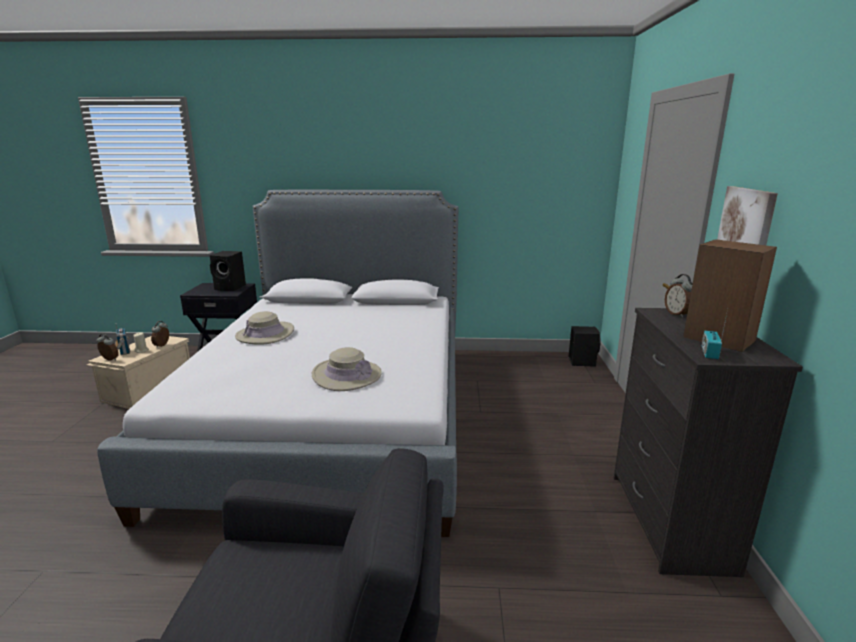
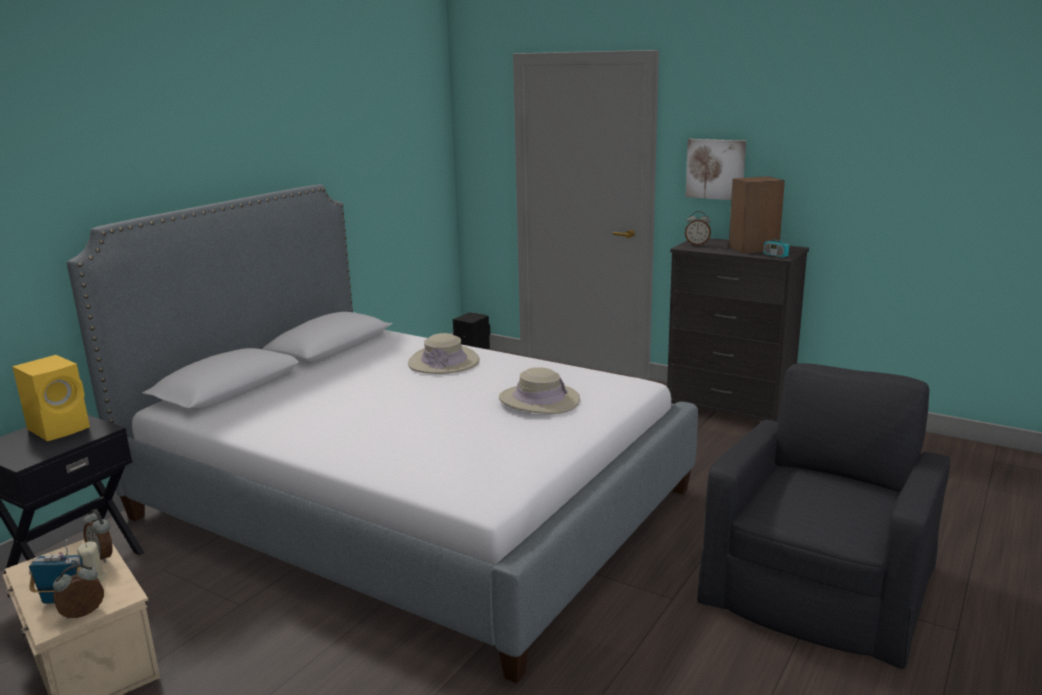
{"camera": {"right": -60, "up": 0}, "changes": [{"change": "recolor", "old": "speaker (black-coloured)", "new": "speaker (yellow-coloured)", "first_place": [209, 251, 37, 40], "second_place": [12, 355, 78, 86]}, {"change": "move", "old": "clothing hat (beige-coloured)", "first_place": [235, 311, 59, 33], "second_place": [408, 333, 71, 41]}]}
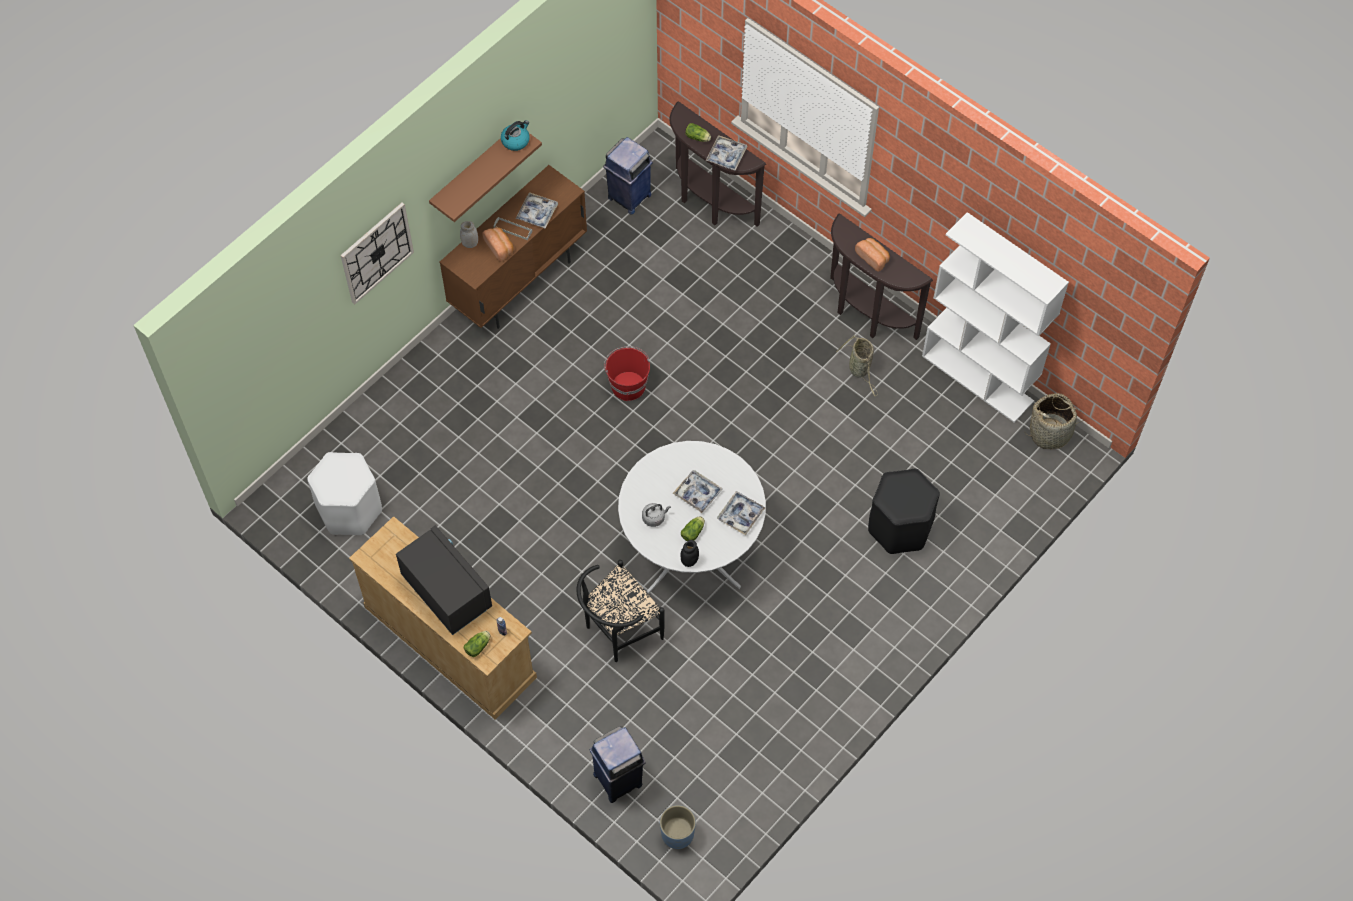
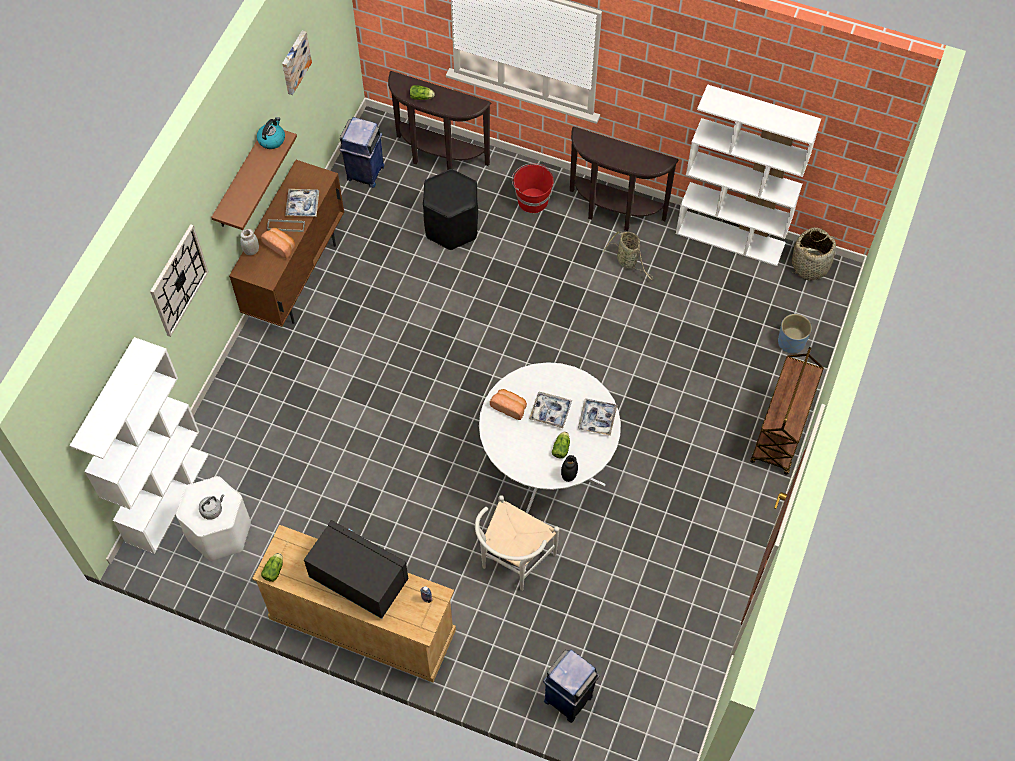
{"camera": {"right": -20, "up": 0}, "changes": [{"change": "move", "old": "lettuce head", "first_place": [464, 631, 27, 26], "second_place": [261, 553, 22, 29]}, {"change": "recolor", "old": "upright chair (black-coloured)", "new": "upright chair (white)", "first_place": [576, 560, 88, 102], "second_place": [475, 495, 84, 96]}, {"change": "move", "old": "bucket (reddish)", "first_place": [604, 346, 46, 55], "second_place": [512, 163, 42, 50]}, {"change": "move", "old": "kettle (grey)", "first_place": [642, 503, 29, 24], "second_place": [199, 494, 25, 26]}, {"change": "move", "old": "flower pot (blue)", "first_place": [660, 805, 36, 45], "second_place": [778, 314, 34, 39]}, {"change": "delete", "old": "carrying tray", "first_place": [706, 135, 41, 36]}, {"change": "move", "old": "bakery bread", "first_place": [855, 238, 35, 34], "second_place": [490, 389, 37, 31]}, {"change": "move", "old": "stool (black-coloured)", "first_place": [868, 469, 72, 85], "second_place": [423, 169, 55, 81]}, {"change": "insert", "new": "shelving unit (white)", "second_place": [69, 337, 140, 217]}, {"change": "insert", "new": "wall art", "second_place": [282, 31, 30, 64]}, {"change": "insert", "new": "trolley (brown-coloured)", "second_place": [750, 347, 74, 128]}]}
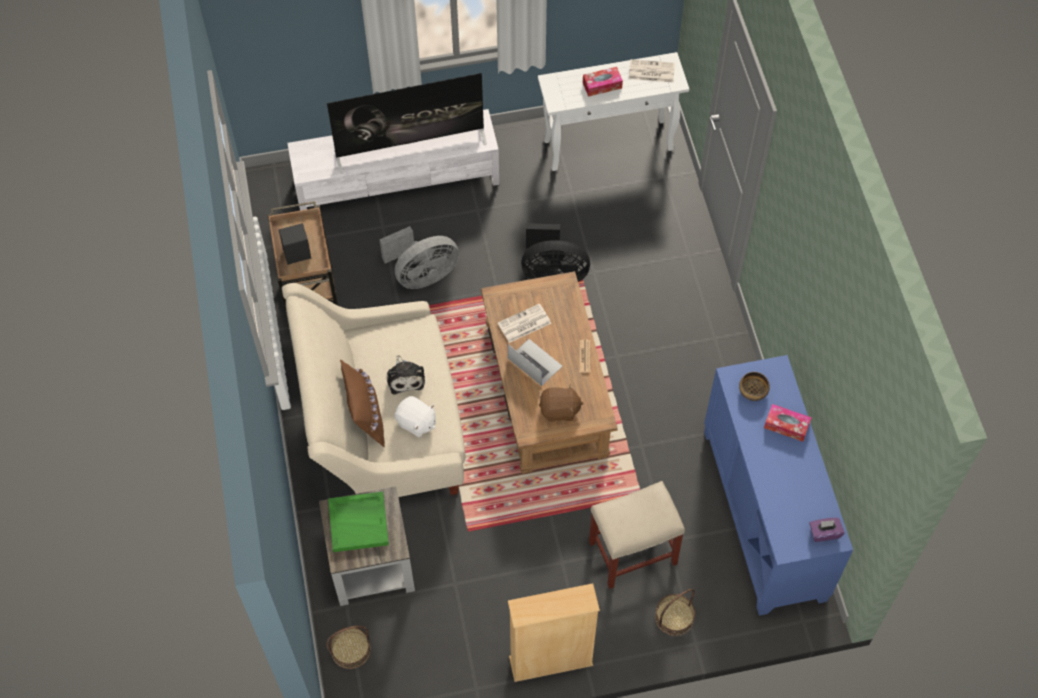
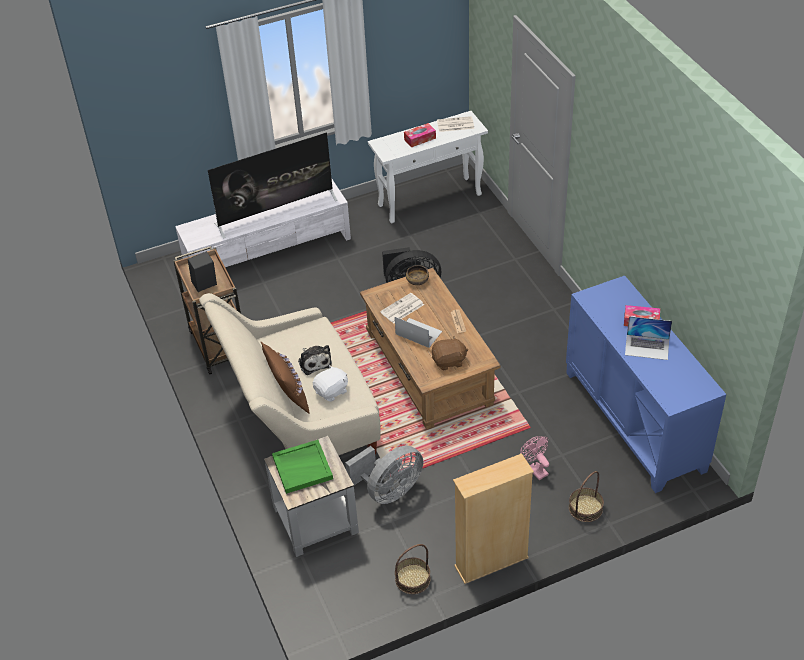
{"camera": {"right": -10, "up": -15}, "changes": [{"change": "move", "old": "household basket", "first_place": [327, 625, 44, 44], "second_place": [395, 544, 36, 50]}, {"change": "move", "old": "fan (grey)", "first_place": [379, 226, 80, 63], "second_place": [345, 445, 78, 59]}, {"change": "rotate", "old": "soft toy (white)", "first_place": [394, 396, 42, 41], "second_place": [313, 364, 35, 38], "degrees": -60}, {"change": "replace", "old": "stool (beige-coloured)", "new": "fan (pinkish)", "first_place": [589, 481, 96, 108], "second_place": [520, 436, 29, 44]}, {"change": "move", "old": "deep dish", "first_place": [739, 372, 31, 29], "second_place": [406, 265, 23, 20]}, {"change": "delete", "old": "box of tissues (purplish)", "first_place": [809, 518, 36, 24]}, {"change": "insert", "new": "laptop", "second_place": [625, 316, 47, 44]}]}
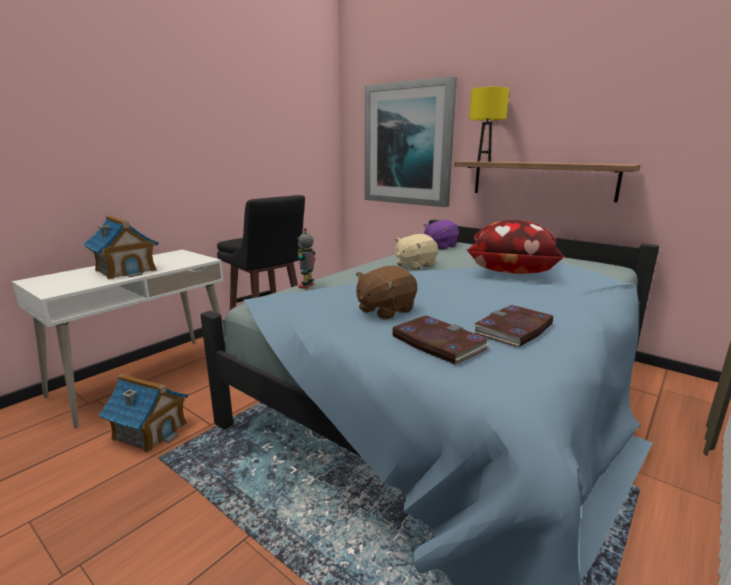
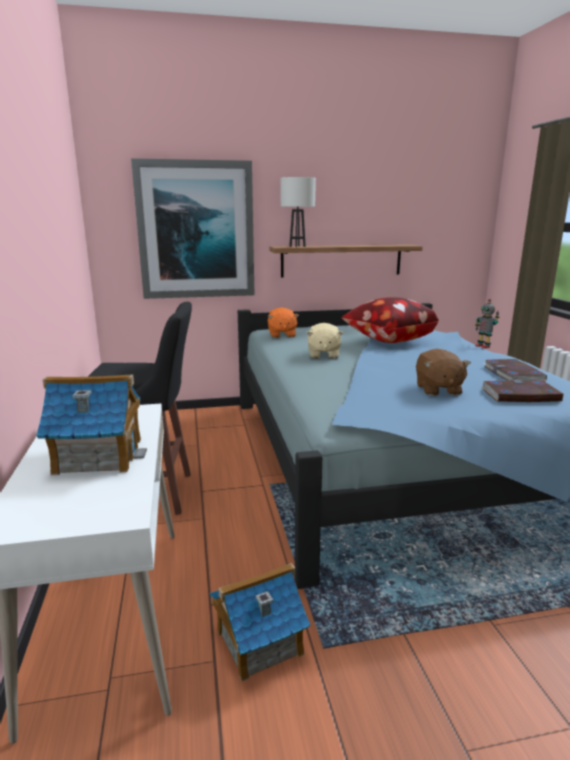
{"camera": {"right": -50, "up": 0}, "changes": [{"change": "move", "old": "model robot", "first_place": [297, 228, 18, 61], "second_place": [475, 299, 24, 49]}, {"change": "recolor", "old": "soft toy (purplish)", "new": "soft toy (orange)", "first_place": [424, 220, 35, 30], "second_place": [268, 307, 31, 31]}, {"change": "recolor", "old": "tabletop lamp (yellow-coloured)", "new": "tabletop lamp (white)", "first_place": [469, 87, 40, 75], "second_place": [280, 177, 36, 70]}]}
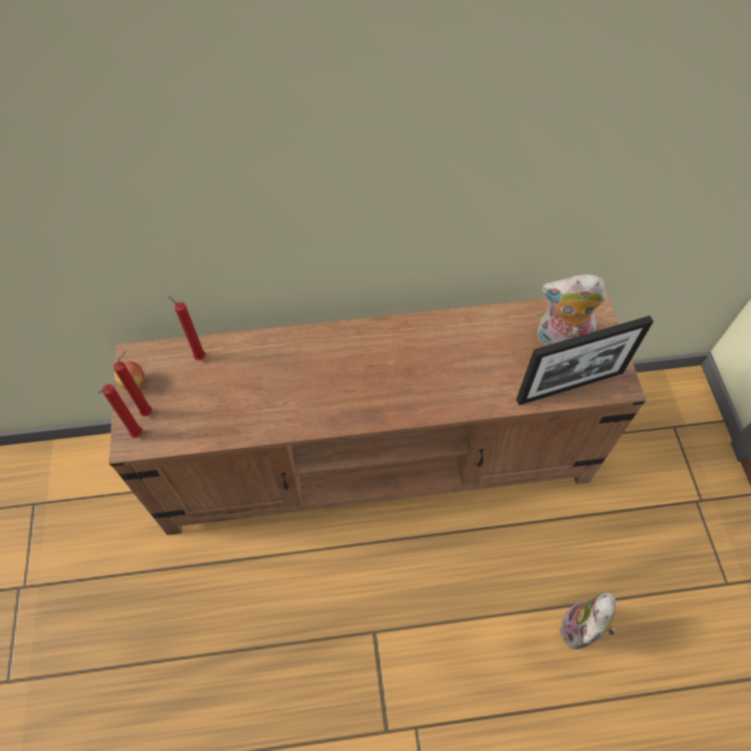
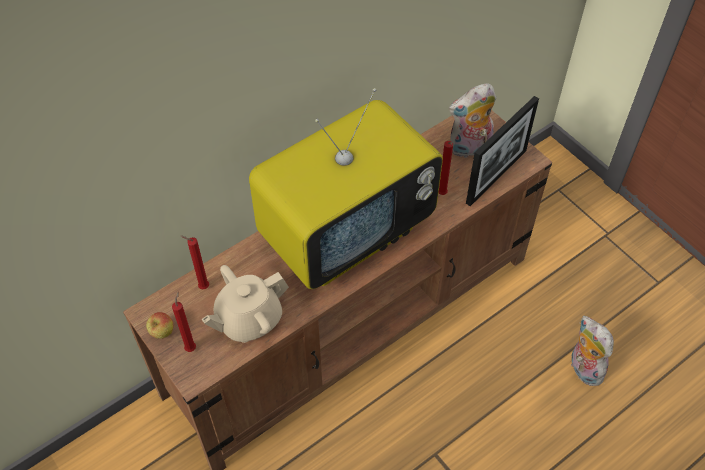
{"camera": {"right": -30, "up": -5}, "changes": [{"change": "move", "old": "candle (reddish)", "first_place": [97, 384, 46, 54], "second_place": [439, 141, 14, 54]}, {"change": "rotate", "old": "soft toy", "first_place": [559, 593, 57, 56], "second_place": [571, 316, 43, 70], "degrees": 150}, {"change": "insert", "new": "teapot (beige-coloured)", "second_place": [201, 265, 88, 78]}, {"change": "insert", "new": "television", "second_place": [249, 88, 194, 201]}]}
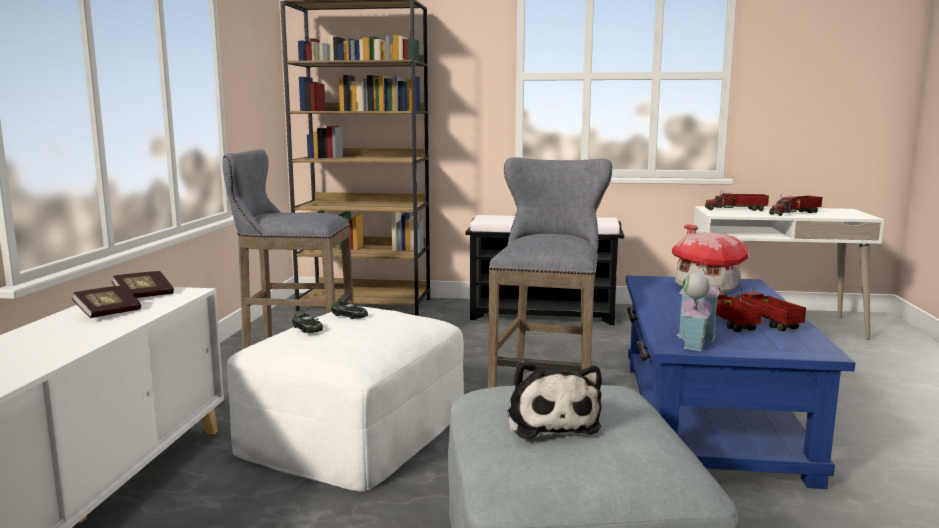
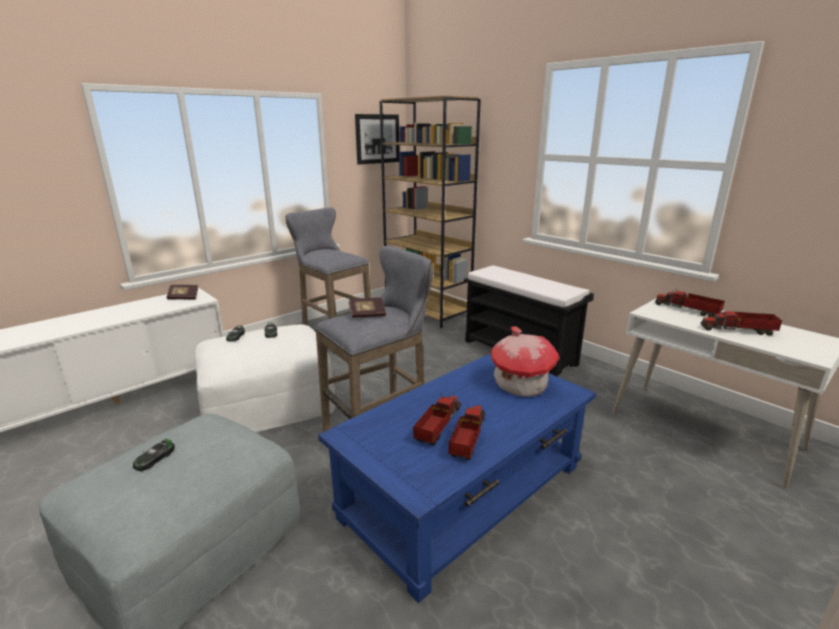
{"camera": {"right": 40, "up": 10}, "changes": [{"change": "move", "old": "bound book", "first_place": [72, 285, 70, 33], "second_place": [349, 298, 37, 20]}, {"change": "replace", "old": "soft toy", "new": "toy car", "first_place": [507, 361, 95, 78], "second_place": [133, 439, 42, 32]}, {"change": "delete", "old": "miniature house", "first_place": [677, 260, 43, 92]}, {"change": "insert", "new": "wall art", "second_place": [355, 114, 44, 51]}]}
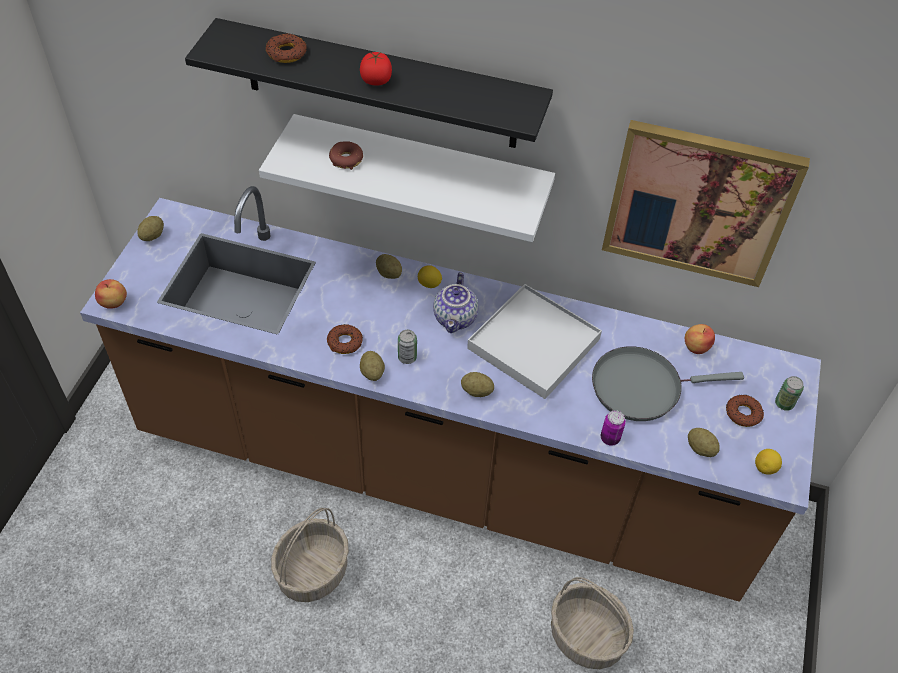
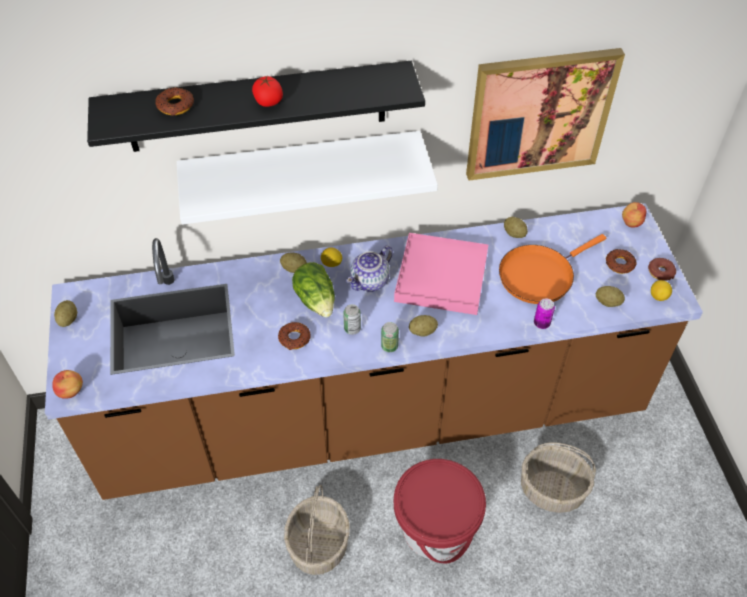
{"camera": {"right": -25, "up": 0}, "changes": [{"change": "move", "old": "ring doughnut", "first_place": [329, 141, 34, 29], "second_place": [648, 258, 28, 23]}, {"change": "move", "old": "potato", "first_place": [360, 351, 25, 30], "second_place": [504, 217, 24, 21]}, {"change": "rotate", "old": "teapot", "first_place": [433, 272, 45, 61], "second_place": [346, 246, 47, 46], "degrees": 60}, {"change": "recolor", "old": "carrying tray (white)", "new": "carrying tray (pinkish)", "first_place": [467, 284, 135, 115], "second_place": [394, 233, 94, 82]}, {"change": "recolor", "old": "frying pan (grey)", "new": "frying pan (orange)", "first_place": [592, 346, 152, 75], "second_place": [499, 234, 107, 70]}, {"change": "move", "old": "whole apple", "first_place": [685, 324, 30, 30], "second_place": [622, 202, 24, 26]}, {"change": "move", "old": "sealed can", "first_place": [775, 376, 29, 35], "second_place": [381, 322, 18, 30]}, {"change": "insert", "new": "lettuce head", "second_place": [292, 262, 43, 56]}, {"change": "insert", "new": "bucket (reddish)", "second_place": [394, 459, 92, 104]}]}
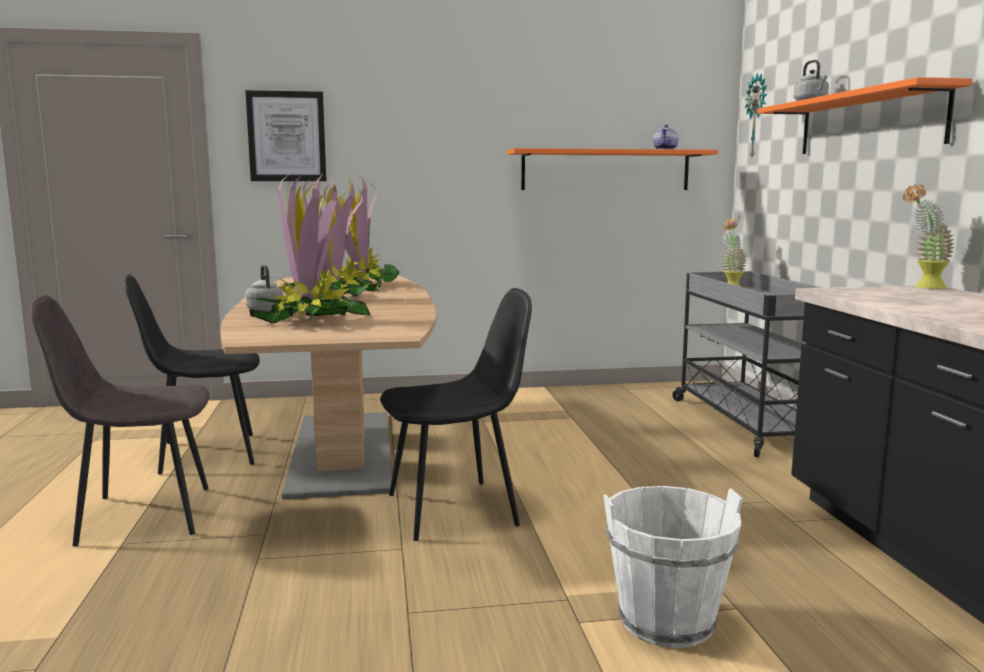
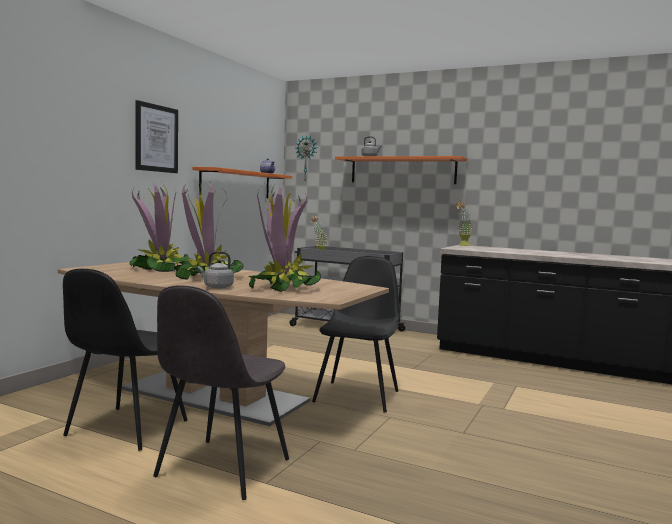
{"camera": {"right": -55, "up": -5}, "changes": [{"change": "move", "old": "wall art", "first_place": [245, 90, 82, 91], "second_place": [136, 100, 42, 73]}, {"change": "delete", "old": "bucket (white)", "first_place": [603, 486, 140, 162]}]}
